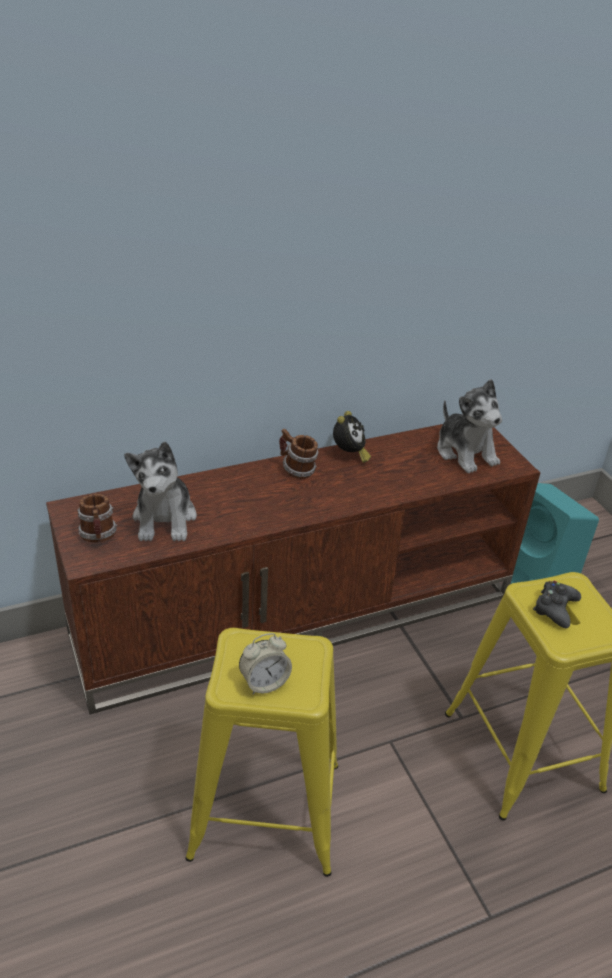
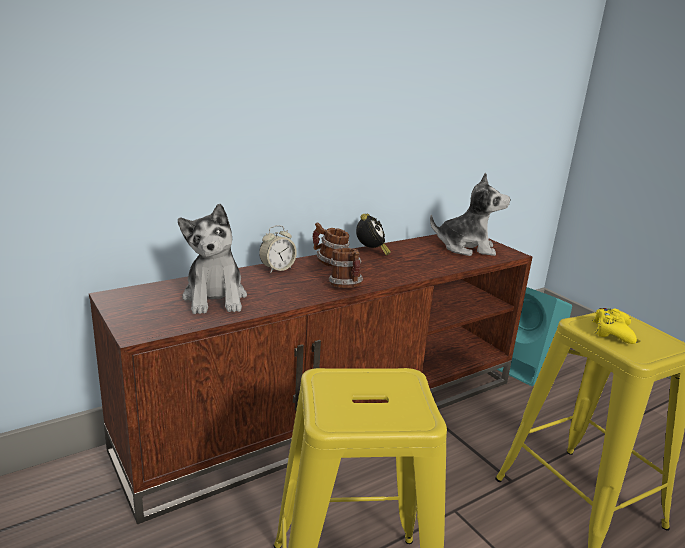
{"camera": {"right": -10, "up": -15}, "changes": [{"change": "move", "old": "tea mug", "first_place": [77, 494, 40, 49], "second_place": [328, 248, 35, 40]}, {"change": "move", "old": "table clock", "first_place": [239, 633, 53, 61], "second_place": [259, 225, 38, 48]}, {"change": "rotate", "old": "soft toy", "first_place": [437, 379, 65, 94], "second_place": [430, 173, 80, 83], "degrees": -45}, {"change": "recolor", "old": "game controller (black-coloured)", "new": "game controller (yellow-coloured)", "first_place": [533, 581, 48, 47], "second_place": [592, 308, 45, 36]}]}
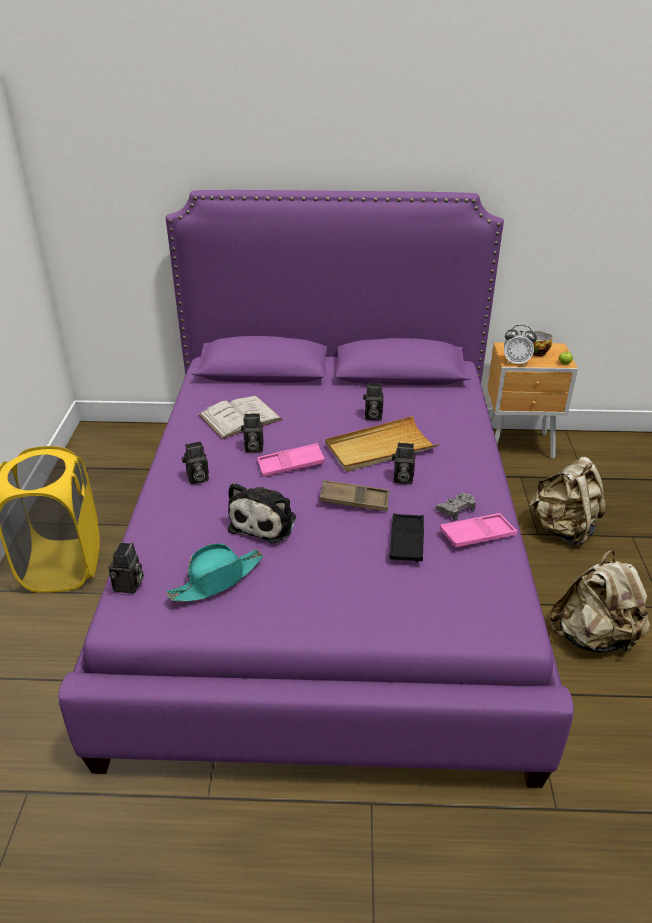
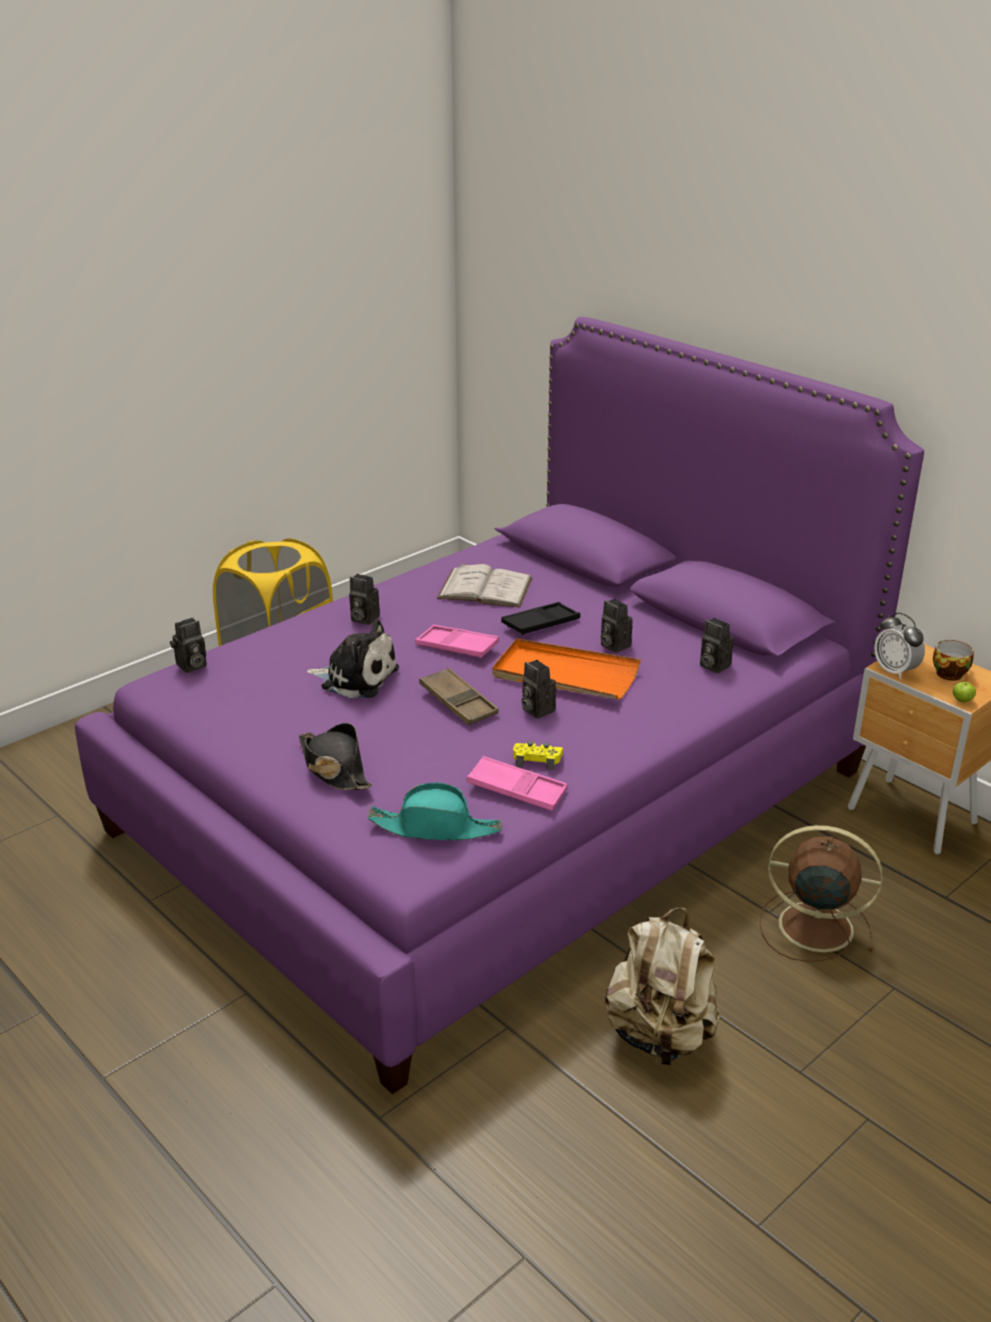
{"camera": {"right": 45, "up": -5}, "changes": [{"change": "move", "old": "clothing hat (blue-green)", "first_place": [166, 543, 97, 59], "second_place": [368, 783, 134, 57]}, {"change": "rotate", "old": "soft toy", "first_place": [228, 483, 68, 61], "second_place": [307, 620, 92, 78], "degrees": -135}, {"change": "move", "old": "photo camera", "first_place": [241, 413, 23, 39], "second_place": [700, 618, 34, 55]}, {"change": "recolor", "old": "carrying tray (beige-coloured)", "new": "carrying tray (orange)", "first_place": [325, 416, 114, 56], "second_place": [492, 638, 149, 62]}, {"change": "move", "old": "carrying tray (black-coloured)", "first_place": [390, 513, 34, 49], "second_place": [501, 602, 79, 33]}, {"change": "recolor", "old": "game controller (grey)", "new": "game controller (yellow-coloured)", "first_place": [436, 493, 40, 28], "second_place": [513, 741, 50, 30]}, {"change": "replace", "old": "backpack (beige-coloured)", "new": "fan (brown-coloured)", "first_place": [529, 457, 78, 89], "second_place": [760, 825, 123, 137]}, {"change": "insert", "new": "clothing hat (black-coloured)", "second_place": [299, 723, 74, 67]}]}
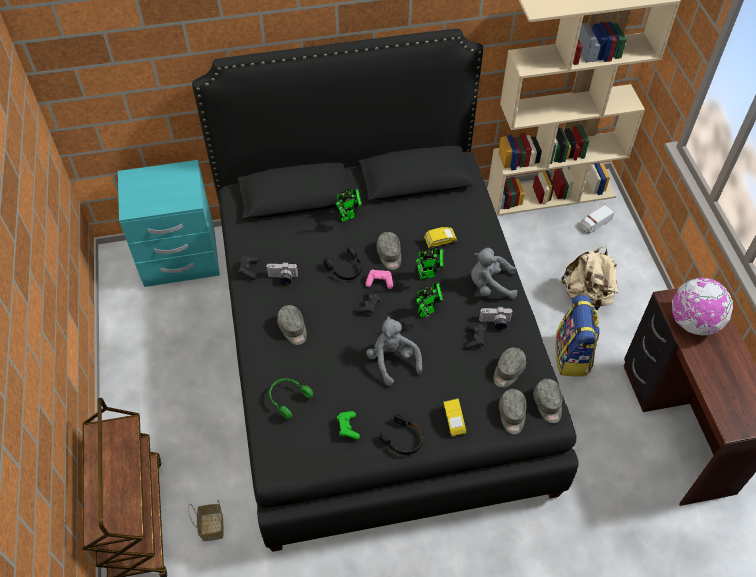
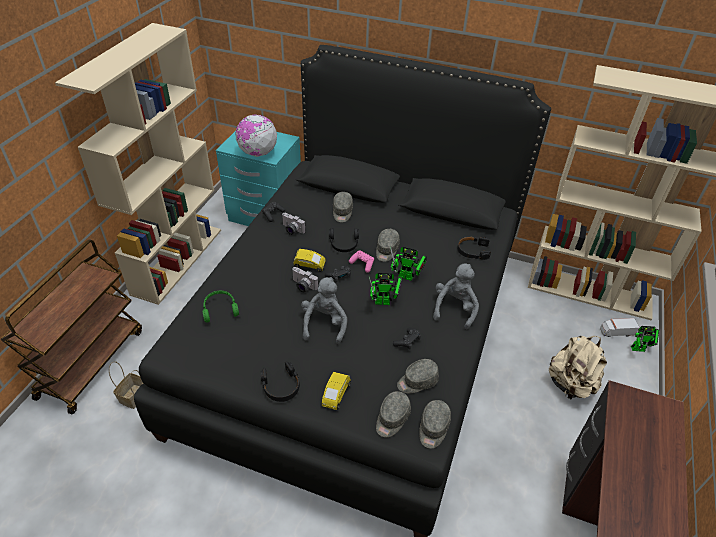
{"camera": {"right": 30, "up": -10}, "changes": [{"change": "move", "old": "peaked cap (grey)", "first_place": [277, 305, 30, 40], "second_place": [333, 192, 20, 30]}, {"change": "move", "old": "model robot", "first_place": [336, 188, 26, 34], "second_place": [631, 326, 28, 26]}, {"change": "delete", "old": "game controller (green-coloured)", "first_place": [337, 411, 23, 29]}, {"change": "move", "old": "toy car (yellow-coloured)", "first_place": [424, 227, 33, 22], "second_place": [293, 249, 33, 23]}, {"change": "rotate", "old": "soft toy (grey)", "first_place": [471, 248, 47, 51], "second_place": [433, 263, 46, 67], "degrees": 75}, {"change": "move", "old": "photo camera", "first_place": [479, 306, 33, 24], "second_place": [292, 267, 27, 25]}, {"change": "delete", "old": "backpack", "first_place": [556, 295, 44, 82]}, {"change": "move", "old": "globe", "first_place": [672, 278, 61, 58], "second_place": [236, 114, 41, 43]}, {"change": "insert", "new": "shelving unit (beige-coloured)", "second_place": [55, 23, 166, 282]}, {"change": "insert", "new": "headphones (black-coloured)", "second_place": [457, 237, 34, 23]}]}
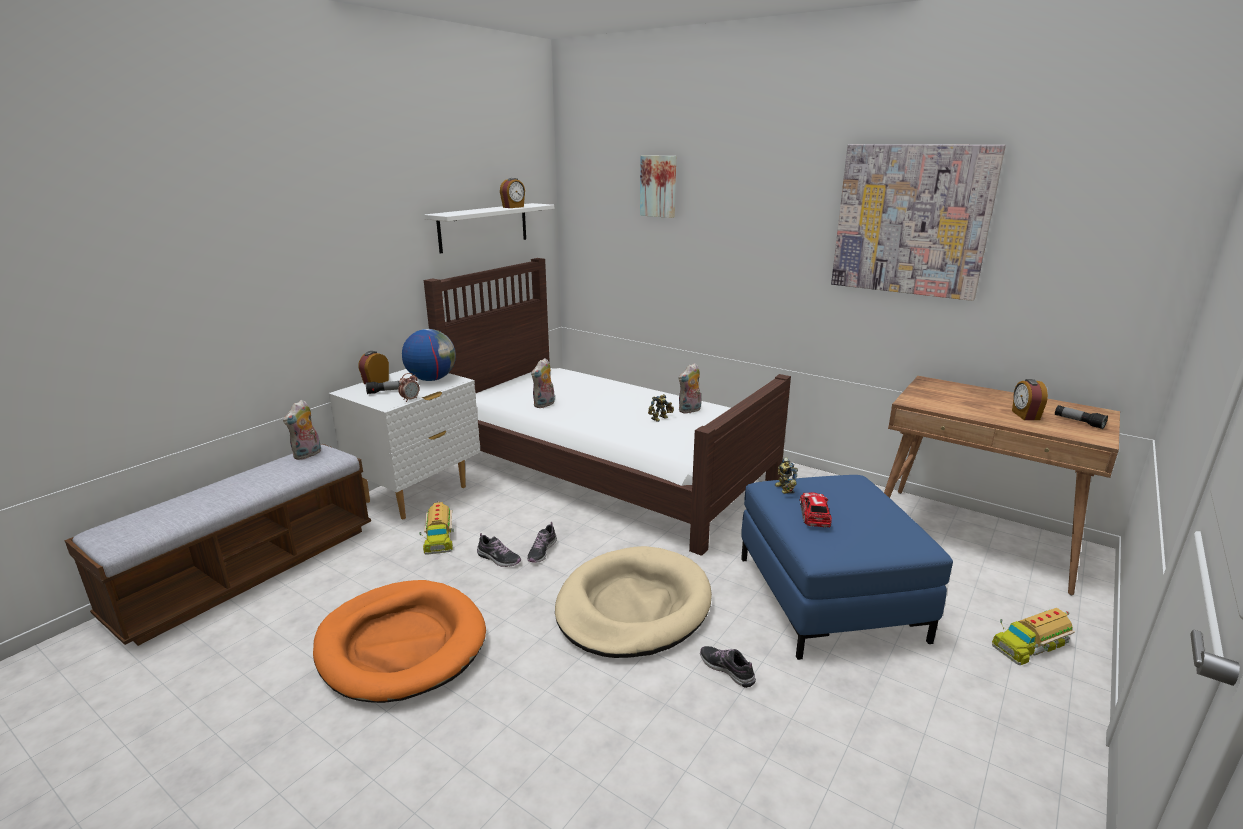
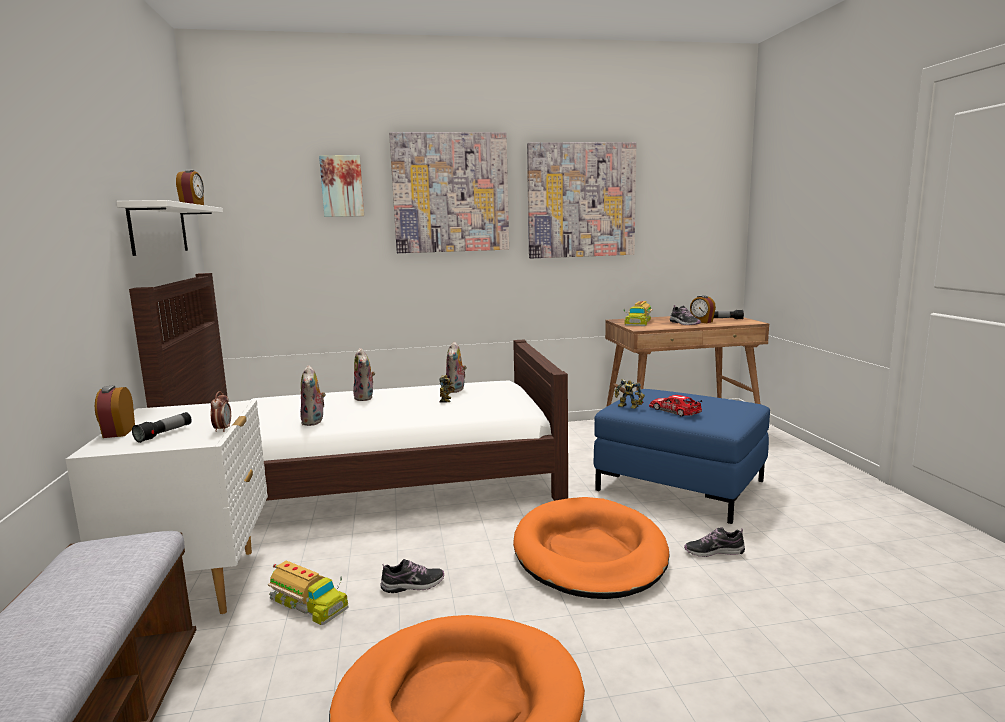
{"camera": {"right": -45, "up": -10}, "changes": [{"change": "move", "old": "soft toy", "first_place": [283, 400, 38, 60], "second_place": [353, 348, 22, 53]}, {"change": "delete", "old": "globe", "first_place": [402, 329, 54, 52]}, {"change": "move", "old": "low shoe", "first_place": [527, 522, 30, 41], "second_place": [670, 305, 31, 20]}, {"change": "recolor", "old": "dog cushion (beige-coloured)", "new": "dog cushion (orange)", "first_place": [555, 546, 157, 112], "second_place": [513, 497, 156, 102]}, {"change": "move", "old": "toy truck", "first_place": [992, 608, 83, 57], "second_place": [624, 301, 29, 25]}, {"change": "insert", "new": "wall art", "second_place": [389, 132, 120, 121]}]}
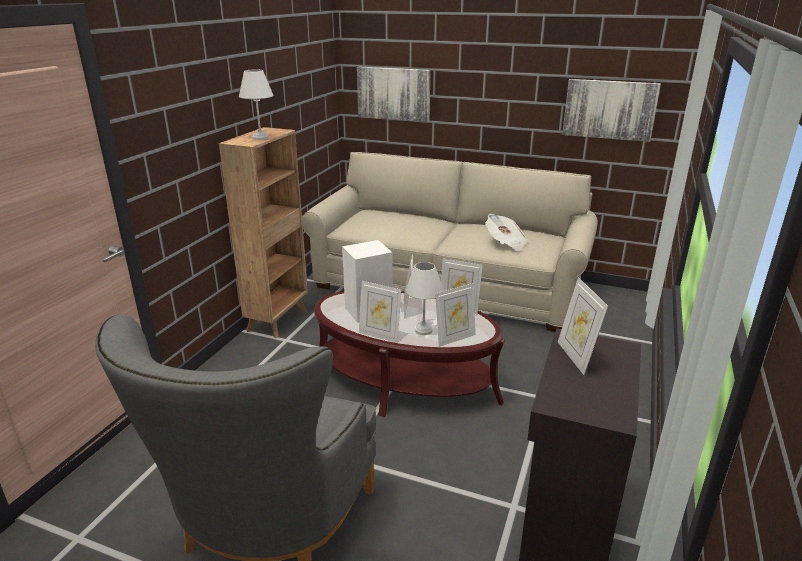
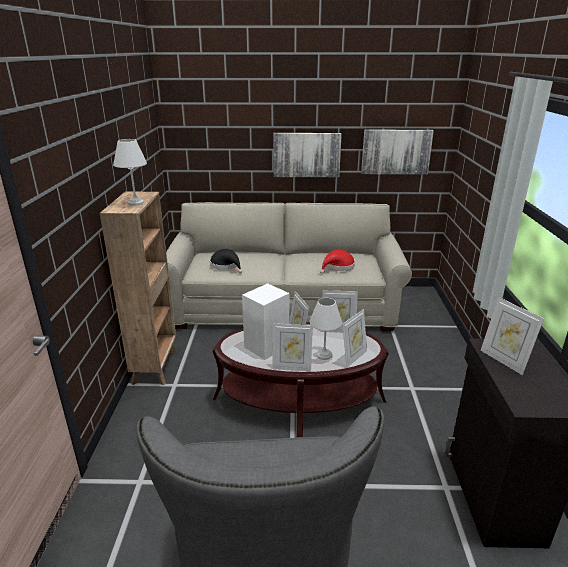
{"camera": {"right": -20, "up": 0}, "changes": [{"change": "move", "old": "wall art", "first_place": [357, 67, 74, 55], "second_place": [273, 133, 69, 44]}, {"change": "replace", "old": "newspaper", "new": "clothing hat (reddish)", "first_place": [485, 214, 43, 37], "second_place": [320, 250, 35, 24]}, {"change": "insert", "new": "clothing hat (black-coloured)", "second_place": [210, 249, 33, 24]}]}
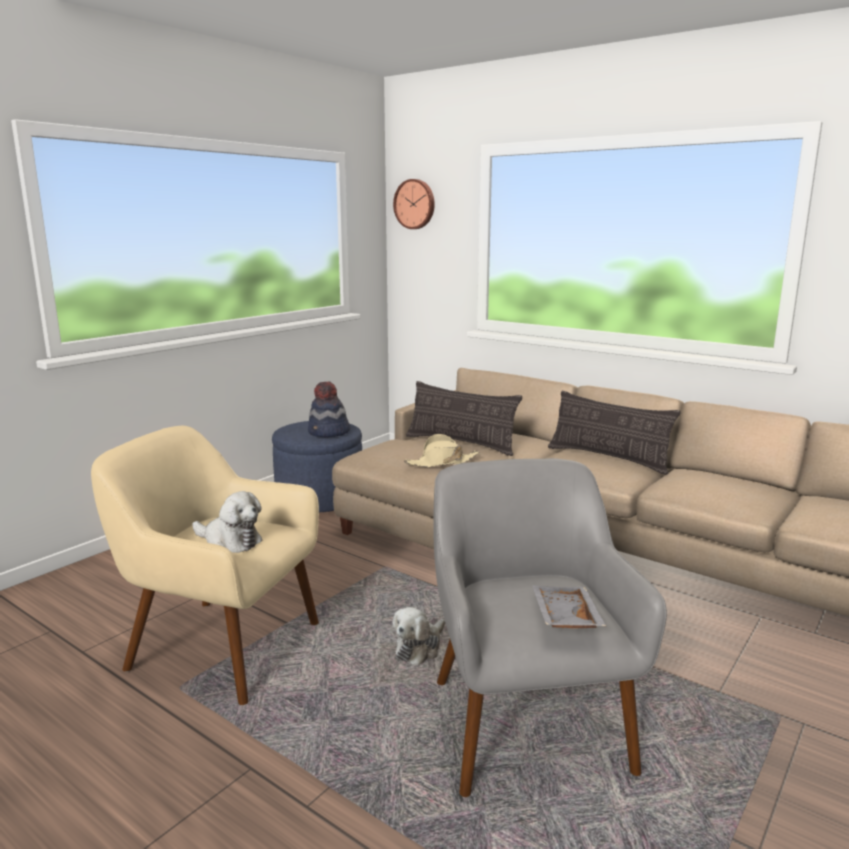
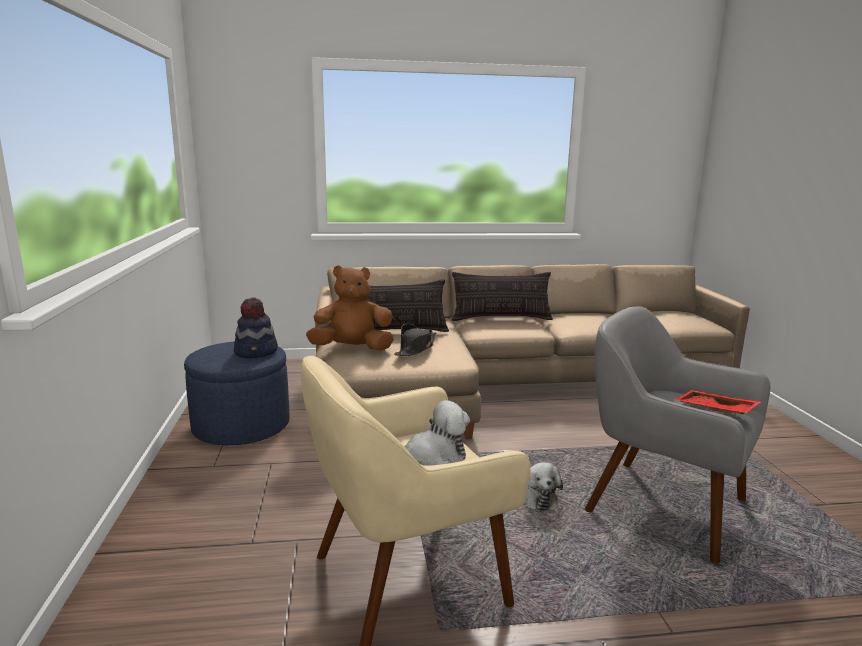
{"camera": {"right": -45, "up": 0}, "changes": [{"change": "delete", "old": "wall clock", "first_place": [393, 179, 42, 50]}, {"change": "recolor", "old": "clothing hat (beige-coloured)", "new": "clothing hat (black-coloured)", "first_place": [404, 434, 75, 33], "second_place": [394, 324, 42, 32]}, {"change": "recolor", "old": "carrying tray (grey)", "new": "carrying tray (reddish)", "first_place": [532, 585, 74, 43], "second_place": [675, 390, 86, 24]}, {"change": "insert", "new": "soft toy (brown-coloured)", "second_place": [306, 265, 88, 86]}]}
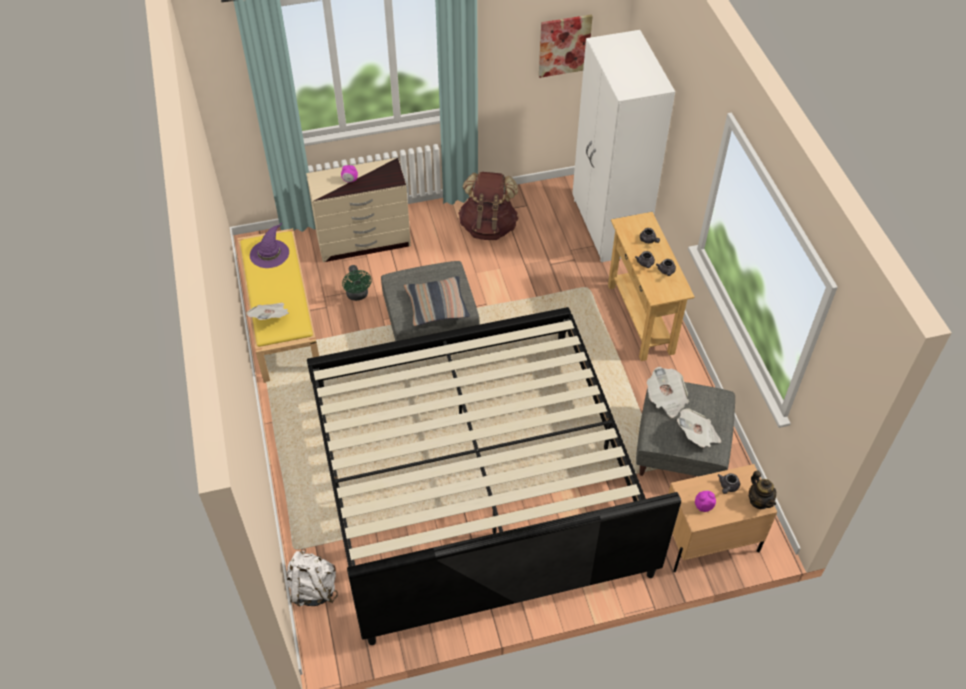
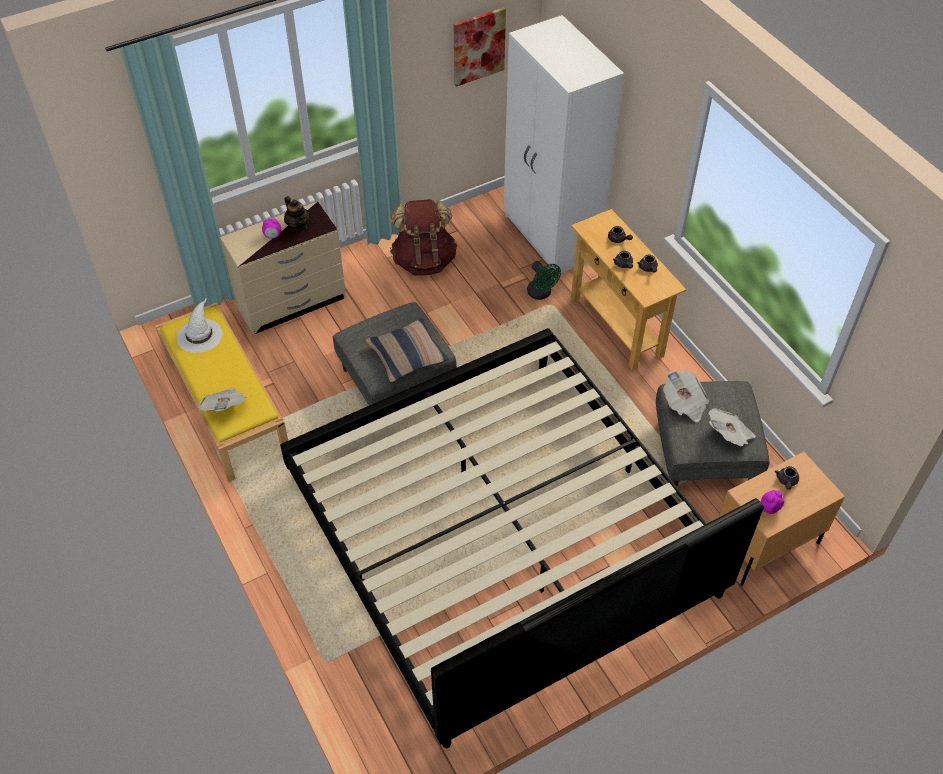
{"camera": {"right": -15, "up": 0}, "changes": [{"change": "recolor", "old": "clothing hat (purplish)", "new": "clothing hat (white)", "first_place": [250, 223, 39, 45], "second_place": [177, 297, 46, 56]}, {"change": "delete", "old": "backpack (white)", "first_place": [286, 549, 52, 57]}, {"change": "move", "old": "fan (green-coloured)", "first_place": [342, 265, 30, 36], "second_place": [527, 261, 34, 39]}, {"change": "move", "old": "teapot", "first_place": [749, 471, 27, 38], "second_place": [284, 196, 25, 36]}]}
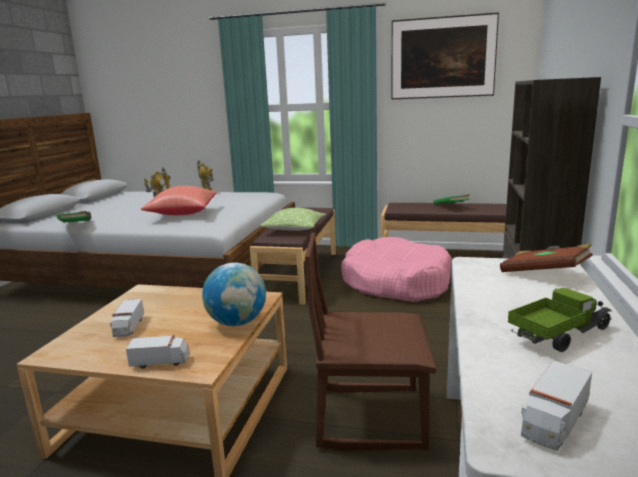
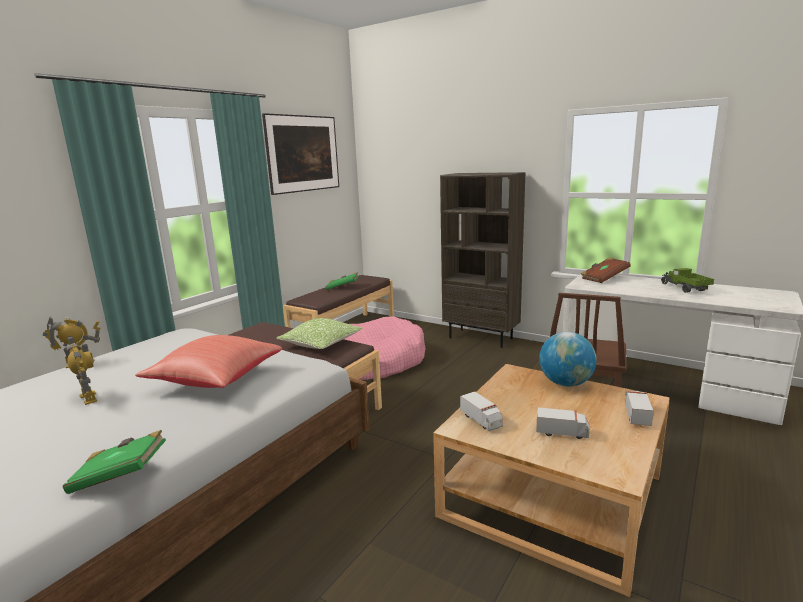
{"camera": {"right": -70, "up": 0}, "changes": [{"change": "move", "old": "toy truck", "first_place": [521, 360, 71, 91], "second_place": [460, 391, 43, 40]}]}
